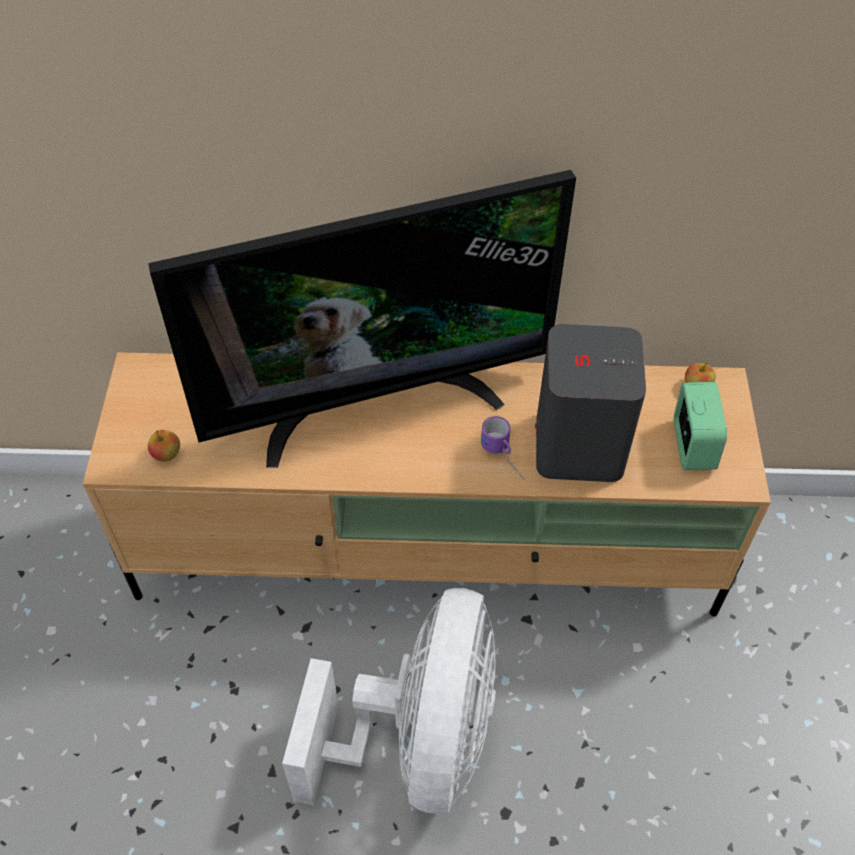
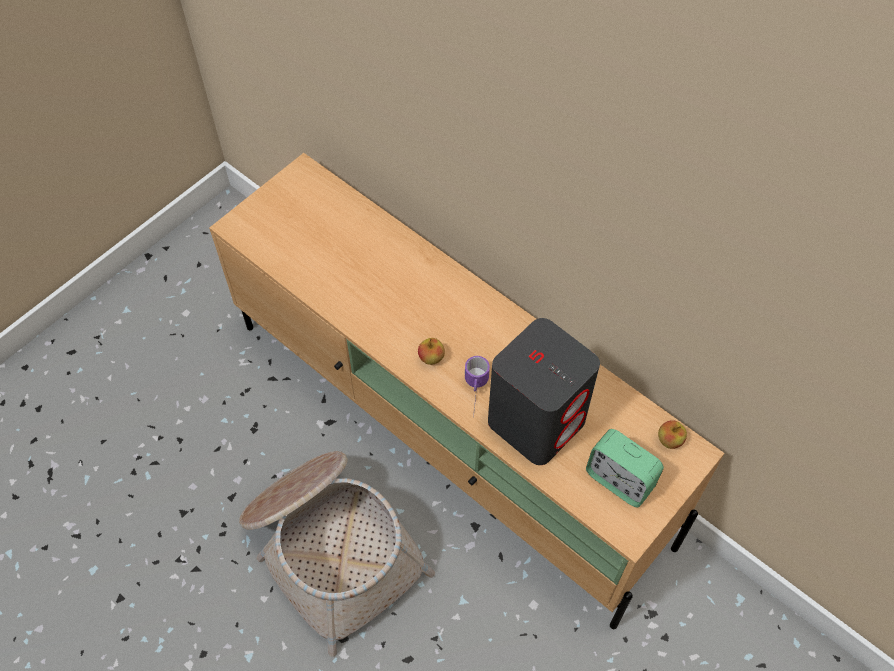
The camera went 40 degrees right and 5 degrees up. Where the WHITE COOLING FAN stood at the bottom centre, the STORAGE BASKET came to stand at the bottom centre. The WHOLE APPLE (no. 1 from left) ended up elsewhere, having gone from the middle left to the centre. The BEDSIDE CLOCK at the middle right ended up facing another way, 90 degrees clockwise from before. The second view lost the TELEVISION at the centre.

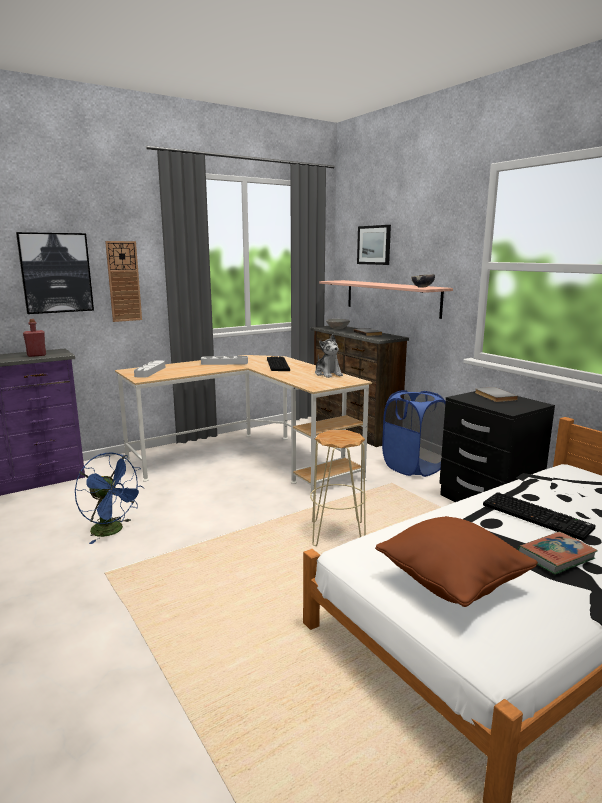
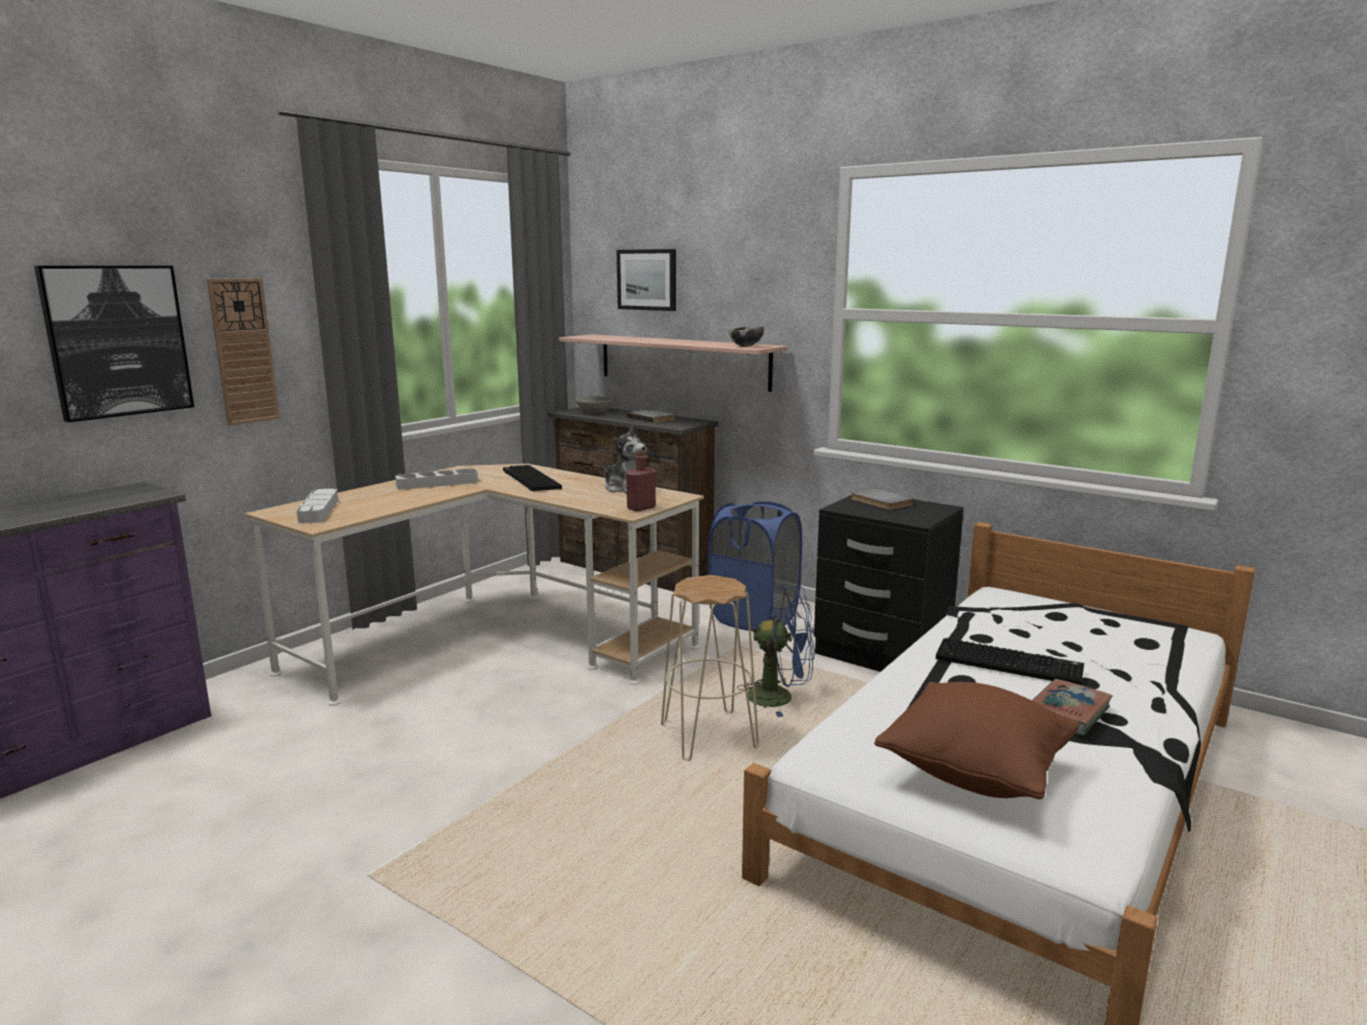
The camera went 20 degrees left and 0 degrees up. The RED-COLOURED DRINK BOTTLE ended up elsewhere, having gone from the middle left to the centre. The BLUE COOLING FAN ended up elsewhere, having gone from the middle left to the centre.

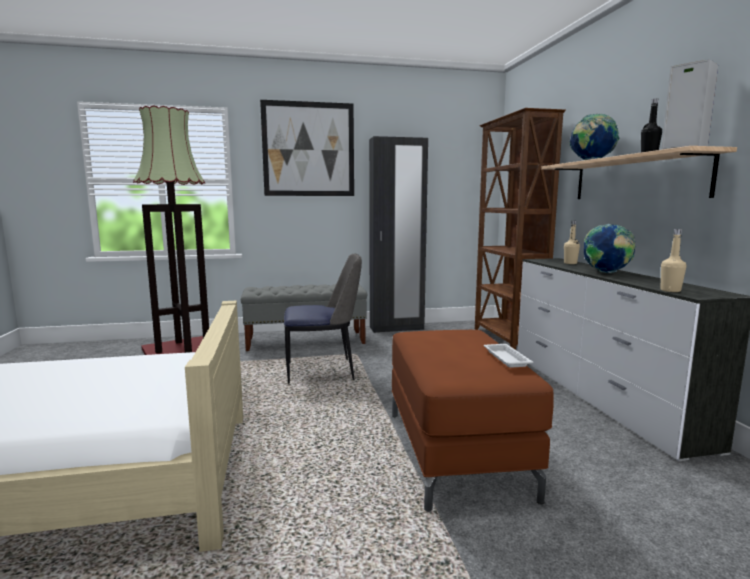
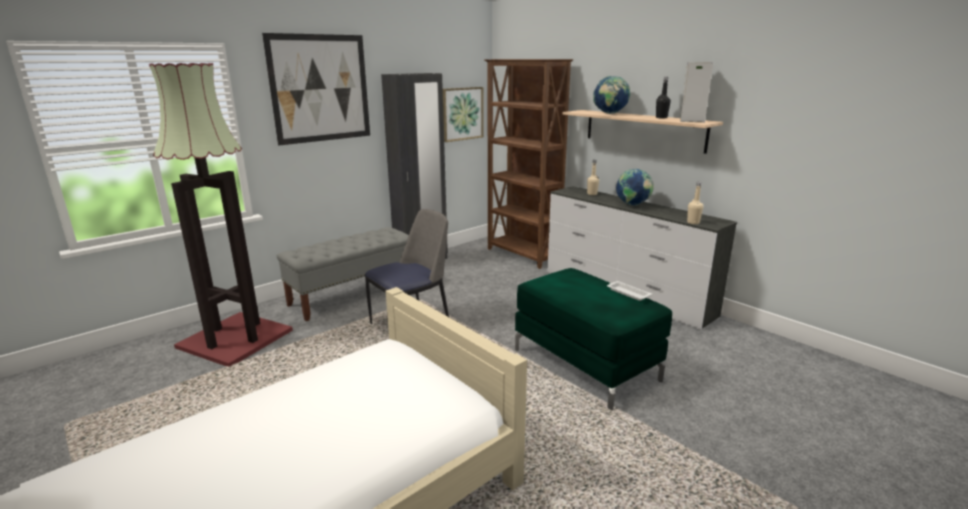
The camera went 30 degrees left and 10 degrees up. The second view gained the WALL ART (no. 2 from left) at the top centre. What was the BROWNISH POUFFE at the bottom centre turned into the GREEN-COLOURED POUFFE at the centre.

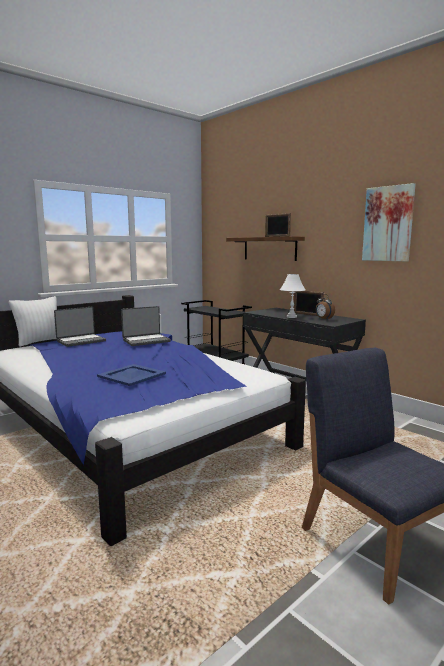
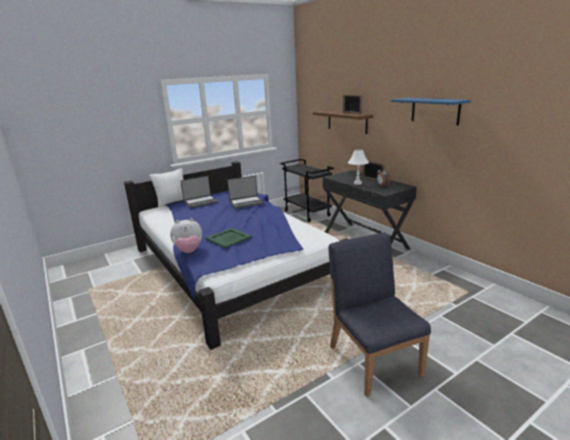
The camera went 10 degrees right and 10 degrees up. The second view gained the CUDDLY TOY at the middle left. What was the BLUE CARRYING TRAY at the middle left turned into the GREEN-COLOURED CARRYING TRAY at the centre. Where the WALL ART hung at the middle right, the BLUE SHELF came to hang at the top right.

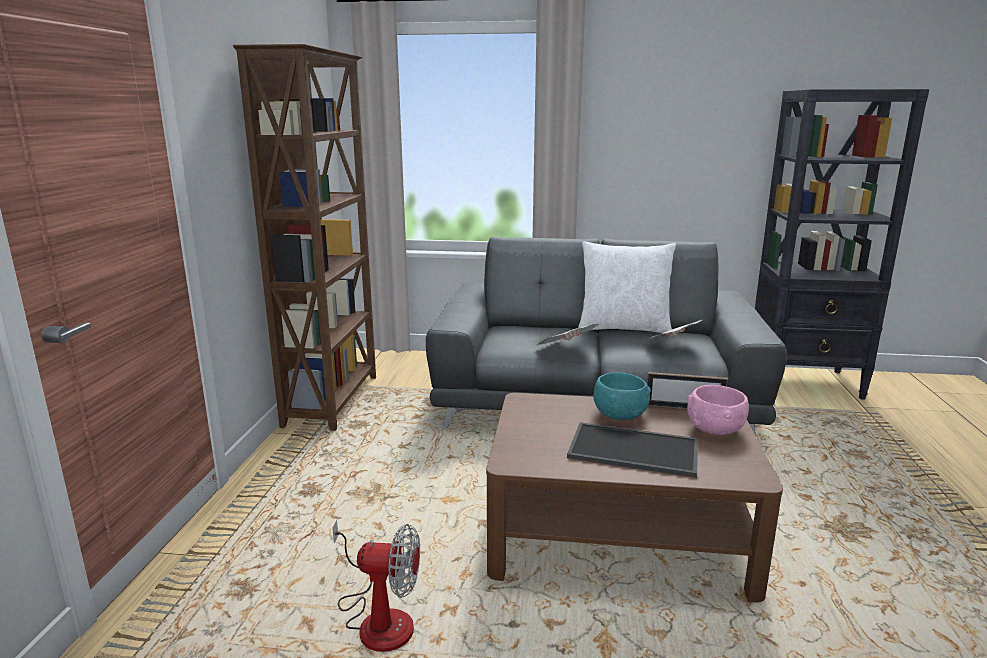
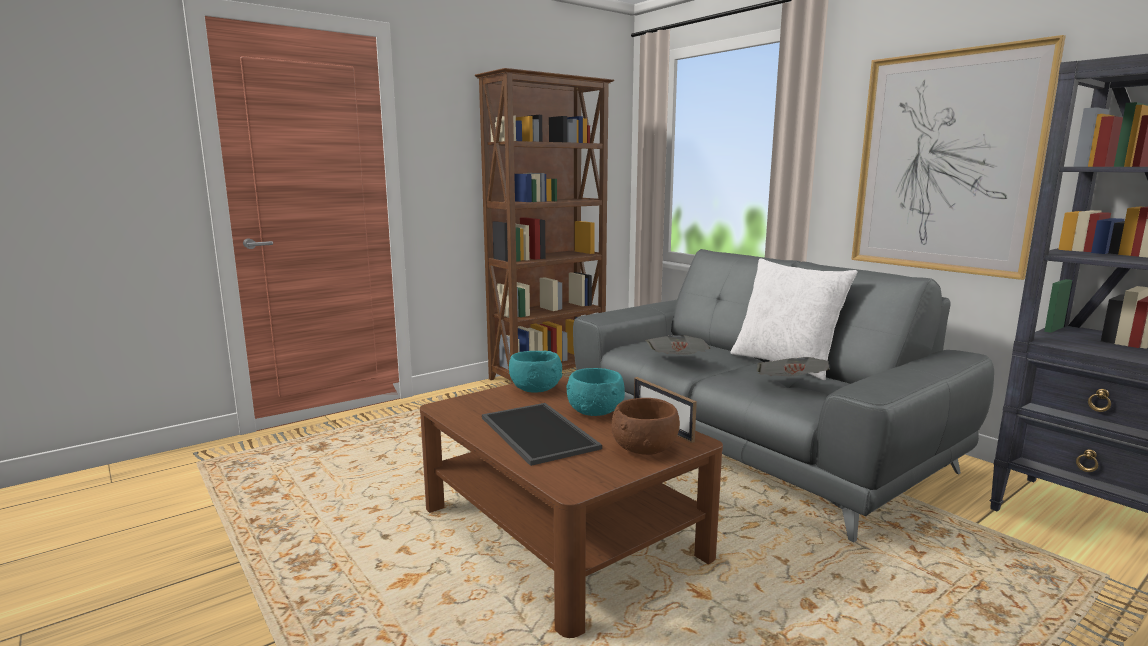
The camera went 45 degrees right and 5 degrees down. The second view gained the BLUE-GREEN SERVING BOWL (no. 1 from left) at the centre. What was the PINK SERVING BOWL at the middle right turned into the BROWNISH SERVING BOWL at the centre. The second view gained the WALL ART at the top right. The second view lost the COOLING FAN at the bottom centre.

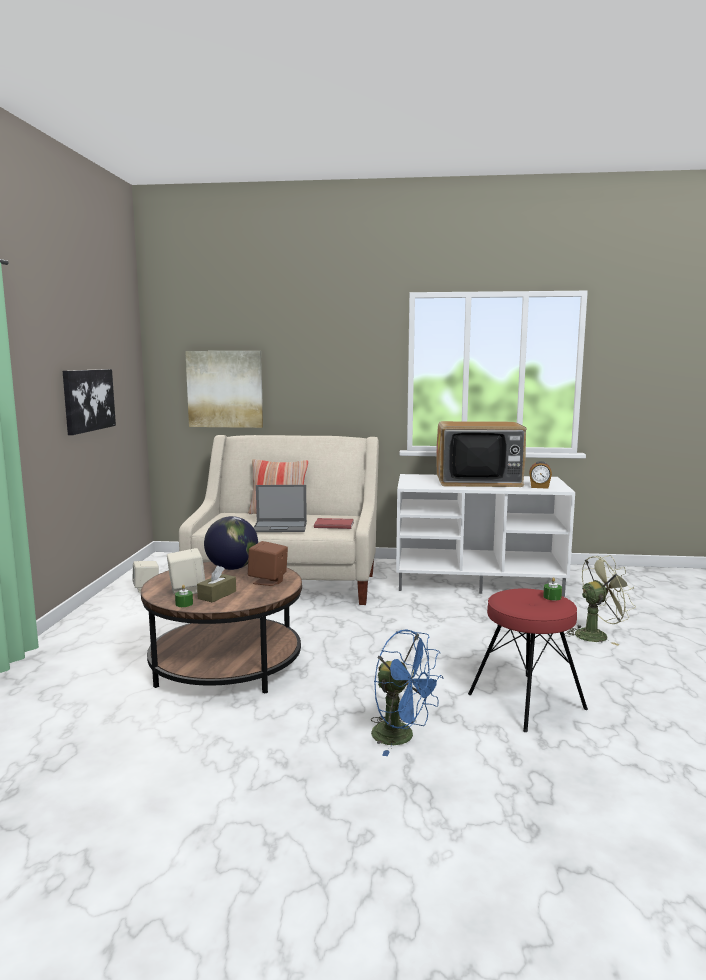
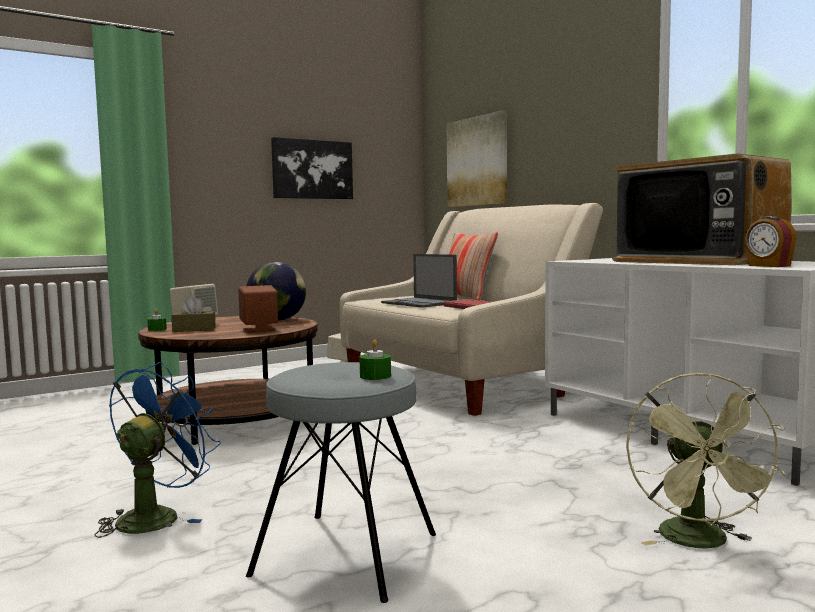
The camera went 50 degrees right and 5 degrees down. The BLUE COOLING FAN at the bottom centre ended up facing another way, 150 degrees counterclockwise from before. What was the RED-COLOURED SITTING STOOL at the bottom right turned into the GREYISH SITTING STOOL at the bottom centre. The GREEN-COLOURED COOLING FAN at the middle right ended up facing another way, 60 degrees clockwise from before.

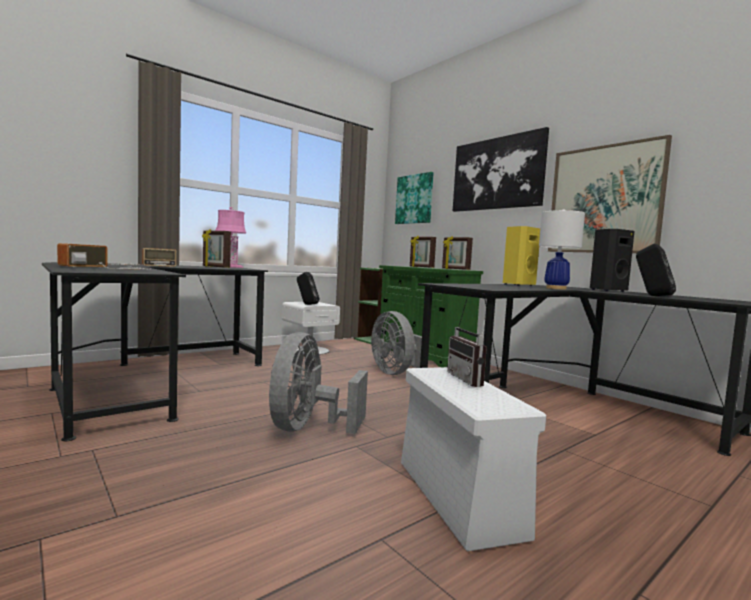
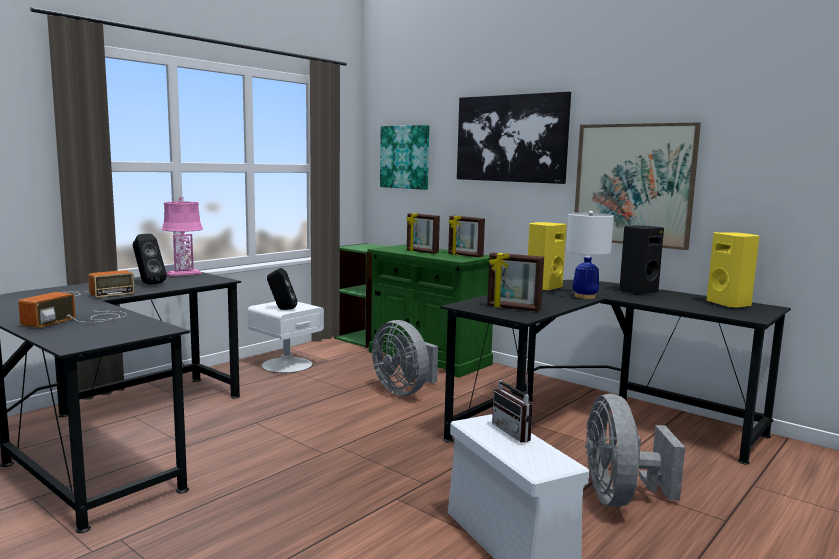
The camera went 10 degrees left and 5 degrees up. The BLACKISH LOUDSPEAKER (no. 3 from left in the first image) ended up elsewhere, having gone from the middle right to the middle left. The PICTURE FRAME (no. 1 from left in the first image) ended up elsewhere, having gone from the middle left to the centre. The GREYISH COOLING FAN (no. 1 from left in the first image) ended up elsewhere, having gone from the centre to the bottom right. The second view gained the YELLOW LOUDSPEAKER (no. 2 from left) at the middle right.

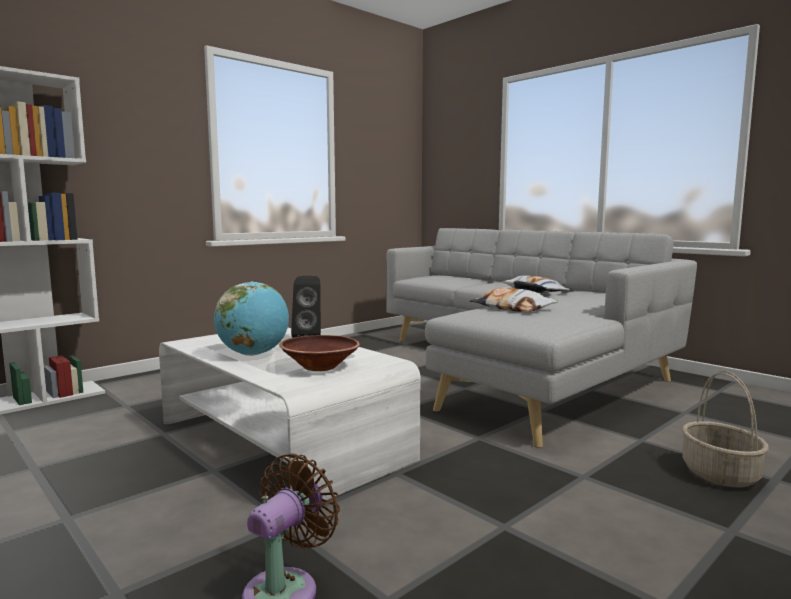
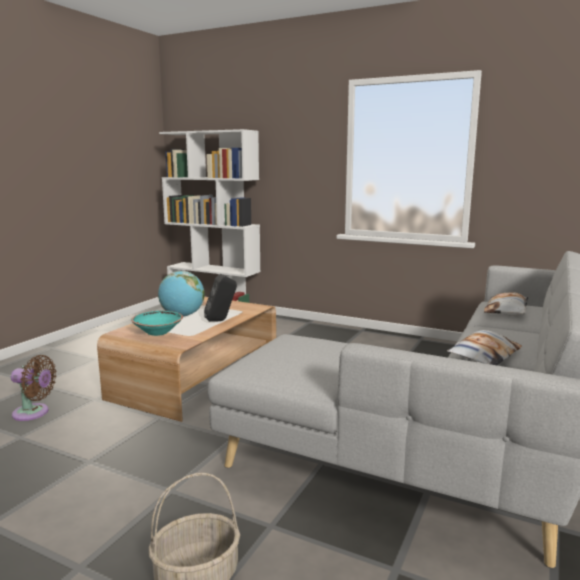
The camera went 70 degrees right and 5 degrees up. What was the WHITE LOW TABLE at the bottom centre turned into the BROWNISH LOW TABLE at the middle left. What was the BROWNISH SERVING BOWL at the centre turned into the BLUE-GREEN SERVING BOWL at the middle left. The THROW PILLOW (no. 1 from left in the first image) ended up elsewhere, having gone from the centre to the middle right.

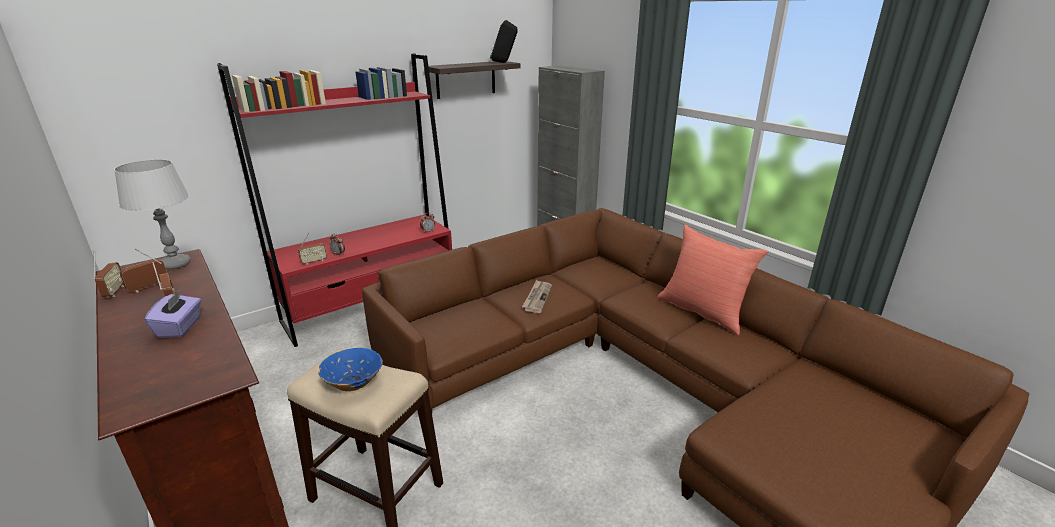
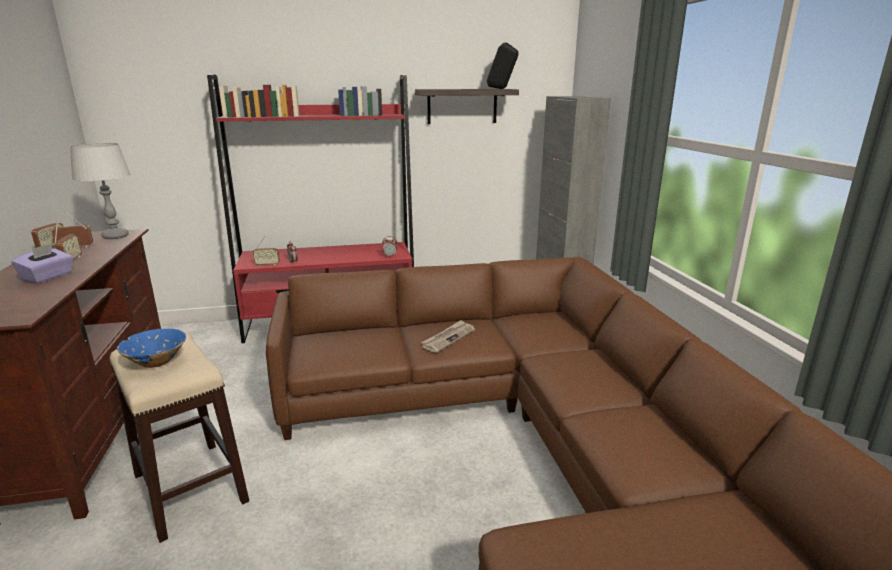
The camera went 25 degrees right and 5 degrees down. The second view lost the RED-COLOURED THROW PILLOW at the middle right.

